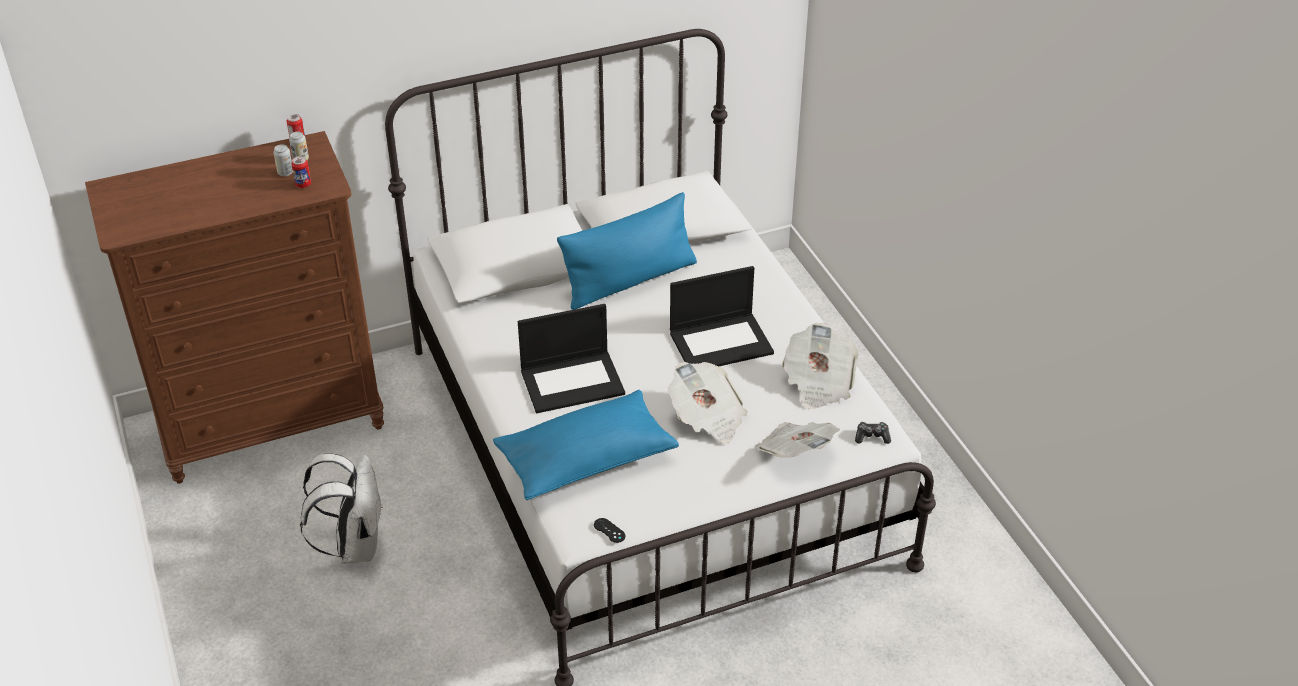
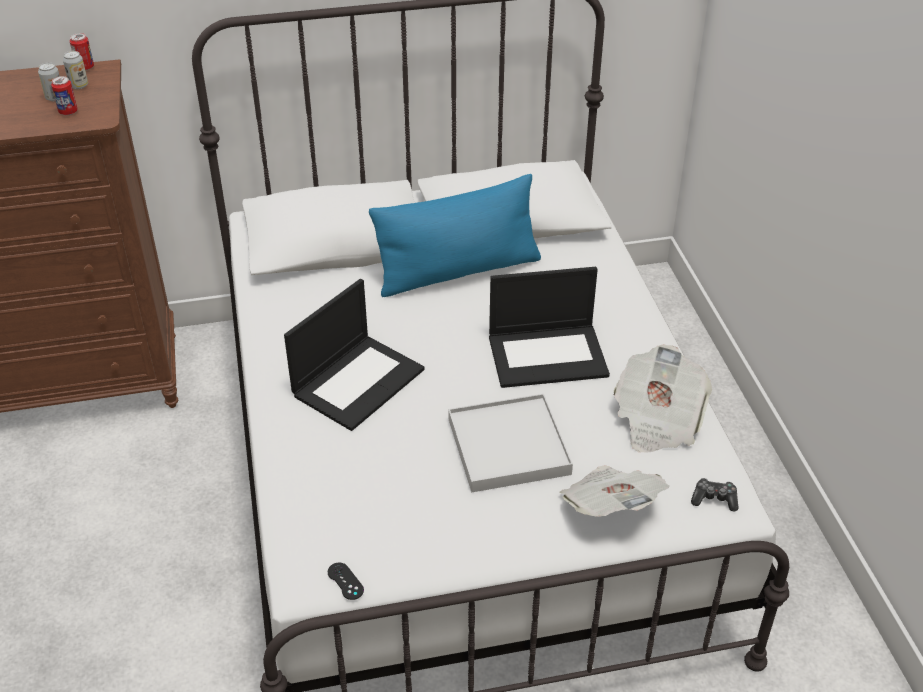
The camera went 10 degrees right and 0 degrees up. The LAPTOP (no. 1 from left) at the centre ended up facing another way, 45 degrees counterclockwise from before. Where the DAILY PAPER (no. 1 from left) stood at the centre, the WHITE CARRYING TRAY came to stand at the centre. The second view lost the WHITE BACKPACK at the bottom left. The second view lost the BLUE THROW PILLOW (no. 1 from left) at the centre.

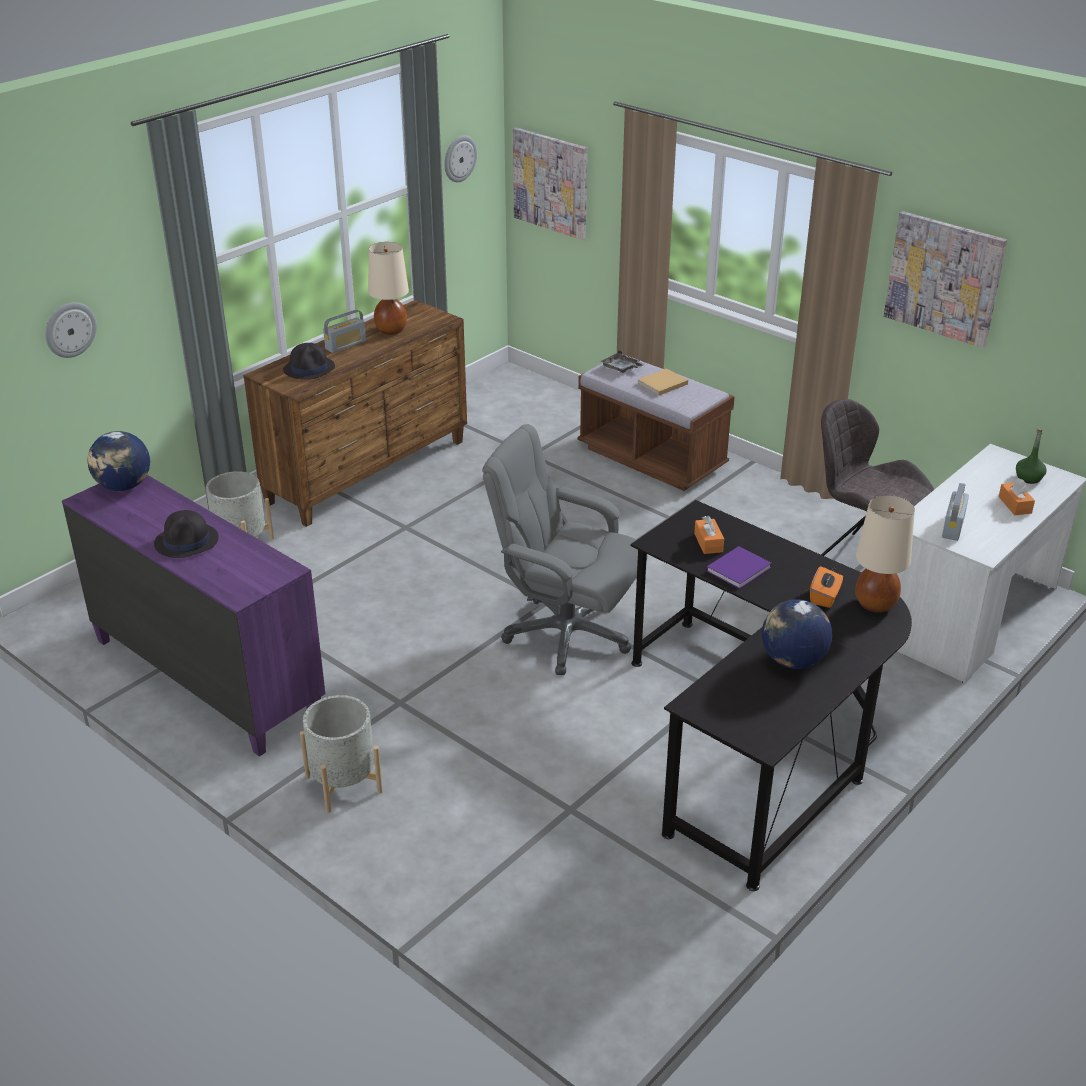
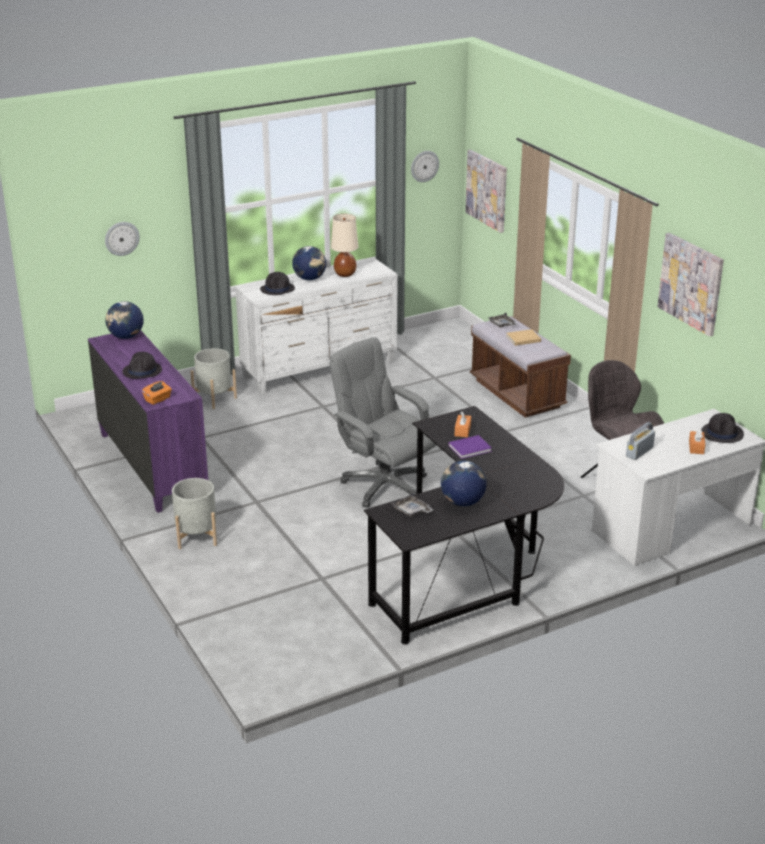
The camera went 20 degrees right and 5 degrees down. The ORANGE-COLOURED BOX OF TISSUES (no. 2 from left in the first image) ended up elsewhere, having gone from the middle right to the middle left. What was the BROWNISH DRAWER CHEST at the middle left turned into the WHITE DRAWER CHEST at the centre. Where the RADIO SET (no. 1 from left) stood at the top left, the GLOBE (no. 2 from left) came to stand at the top centre. The second view gained the GREYISH CARRYING TRAY (no. 1 from left) at the centre. Where the GREEN-COLOURED DRINK BOTTLE stood at the middle right, the BLACKISH WEARABLE HAT (no. 3 from left) came to stand at the middle right. The second view lost the BEIGE-COLOURED LAMP FOR A TABLE (no. 2 from left) at the middle right.

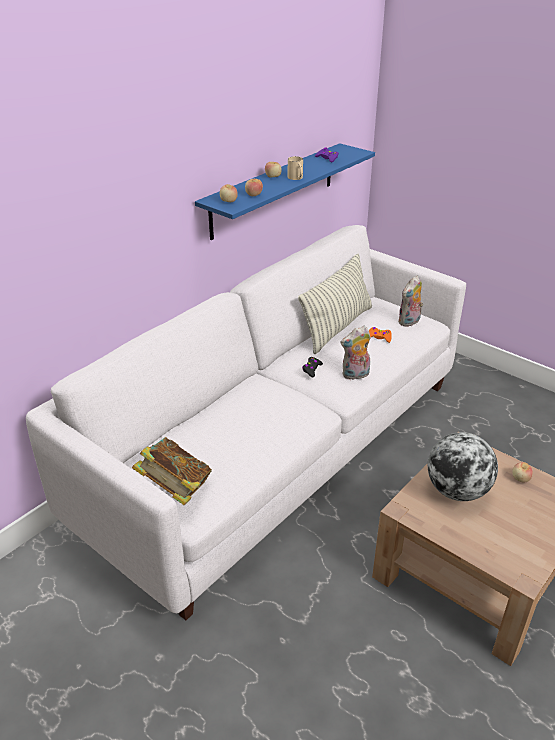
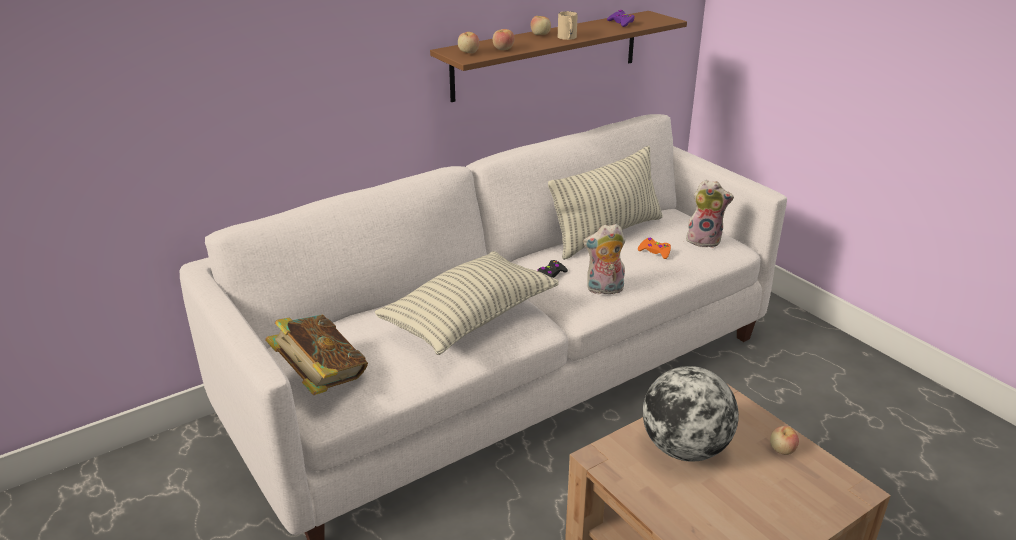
The camera went 15 degrees right and 5 degrees down. The second view gained the THROW PILLOW (no. 1 from left) at the centre. What was the BLUE SHELF at the top centre turned into the BROWNISH SHELF at the top centre. The CUDDLY TOY (no. 2 from left) at the middle right ended up facing another way, 135 degrees counterclockwise from before.

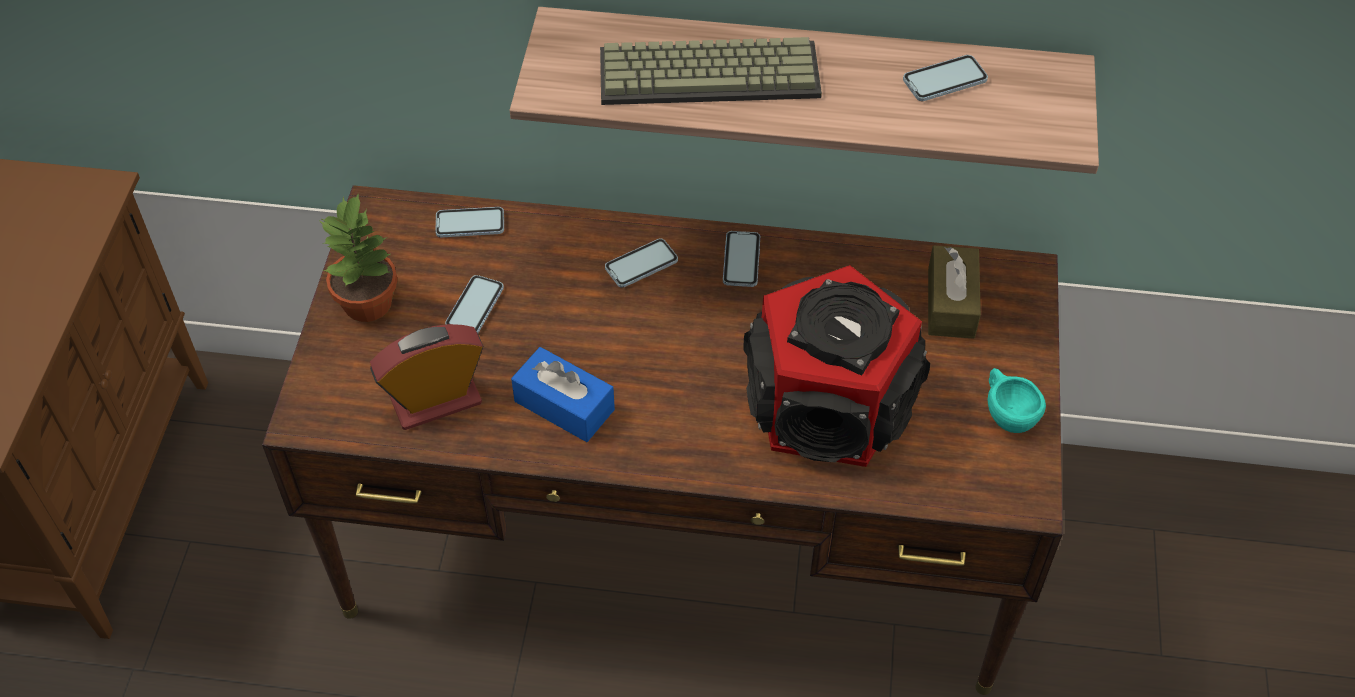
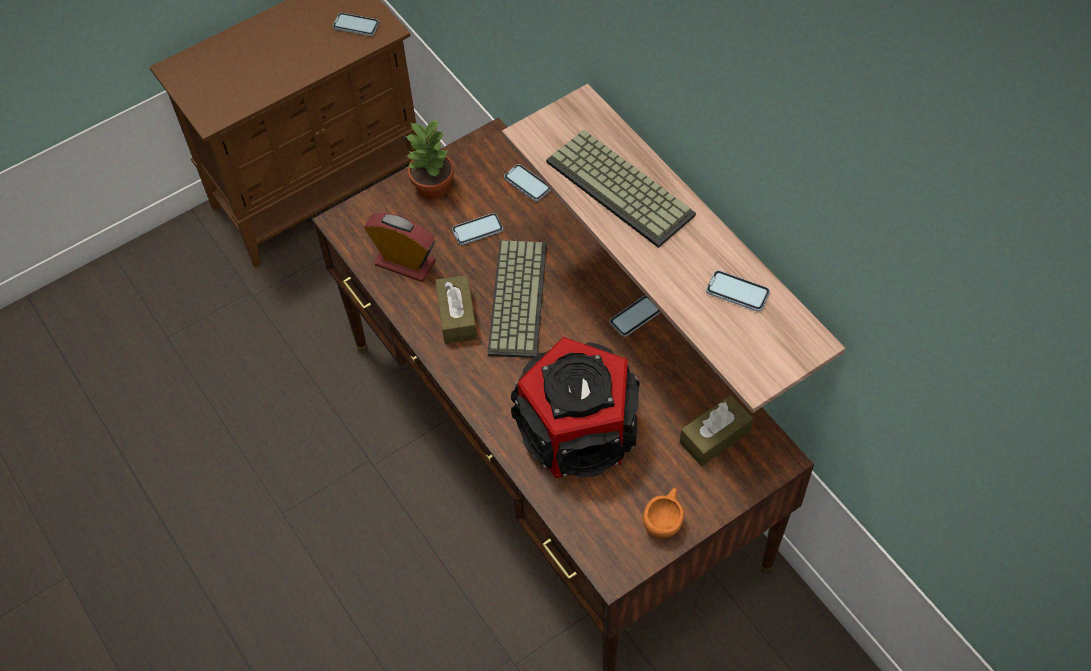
The camera went 50 degrees right and 5 degrees up. The HANDSET (no. 3 from left in the first image) ended up elsewhere, having gone from the centre to the top left. What was the BLUE BOX OF TISSUES at the centre turned into the BROWNISH BOX OF TISSUES (no. 1 from left) at the centre. The second view gained the PC KEYBOARD (no. 1 from left) at the centre. What was the BLUE-GREEN SMALL CUP at the middle right turned into the ORANGE-COLOURED SMALL CUP at the bottom centre.

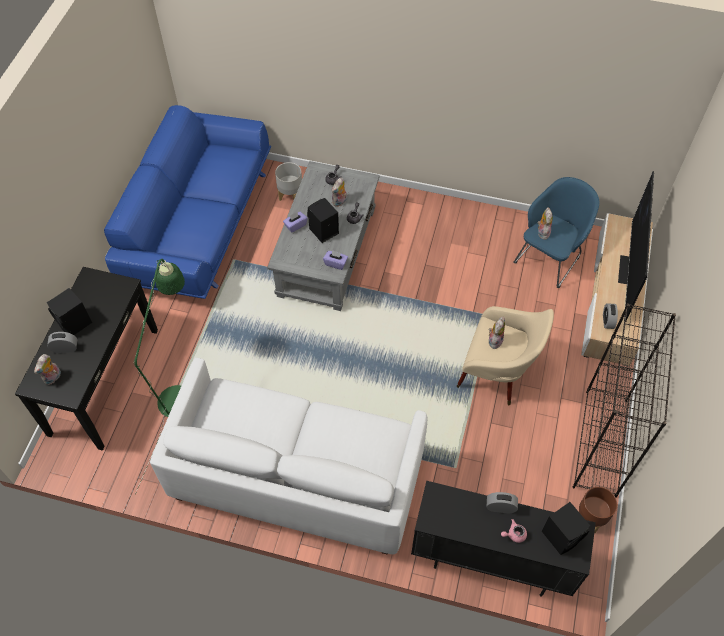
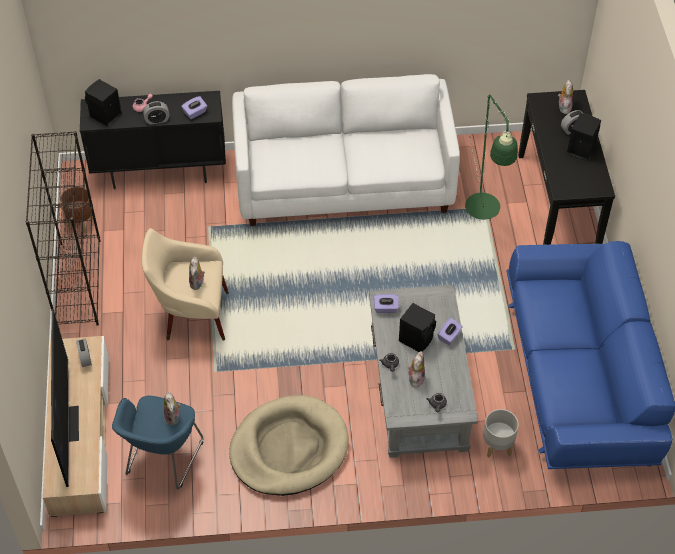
The camera went 160 degrees right and 5 degrees down. The second view gained the PURPLISH BOX OF TISSUES (no. 1 from left) at the top left. The second view gained the BEIGE-COLOURED PET BED at the bottom centre.

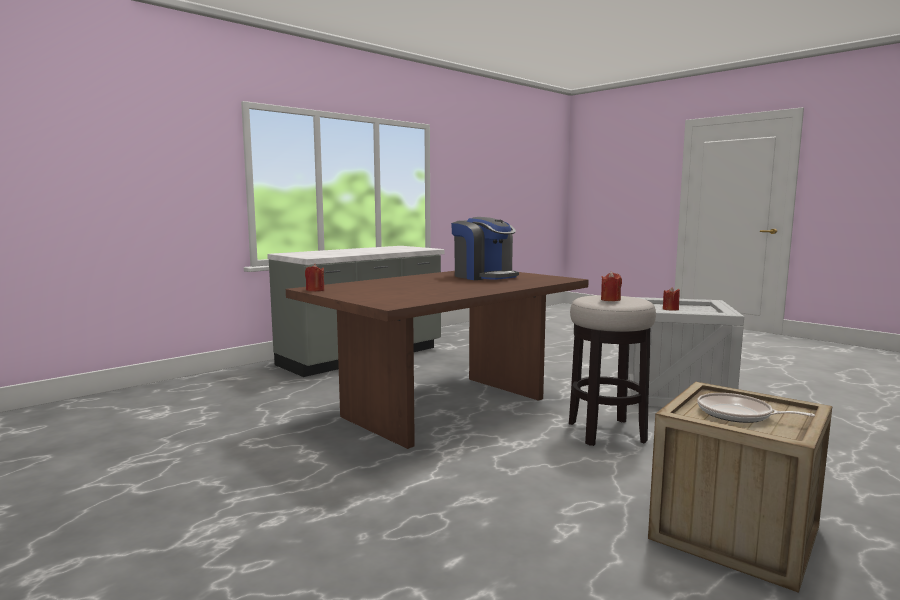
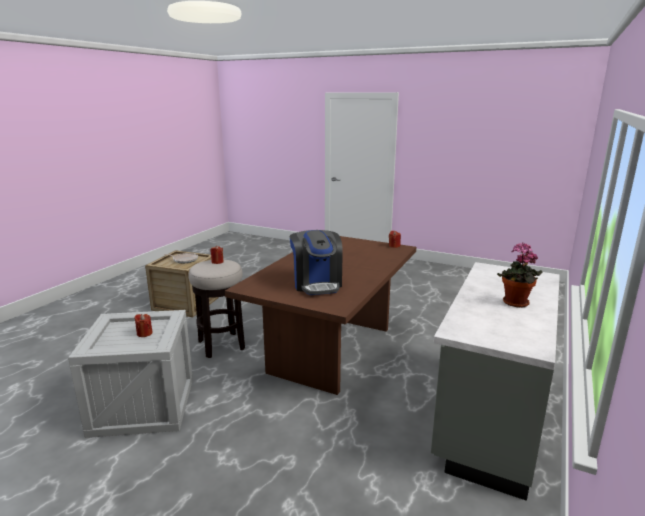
The camera went 160 degrees right and 10 degrees up. The COFFEE MACHINE at the centre ended up facing another way, 135 degrees counterclockwise from before. The second view gained the PLANT IN A POT at the middle right.

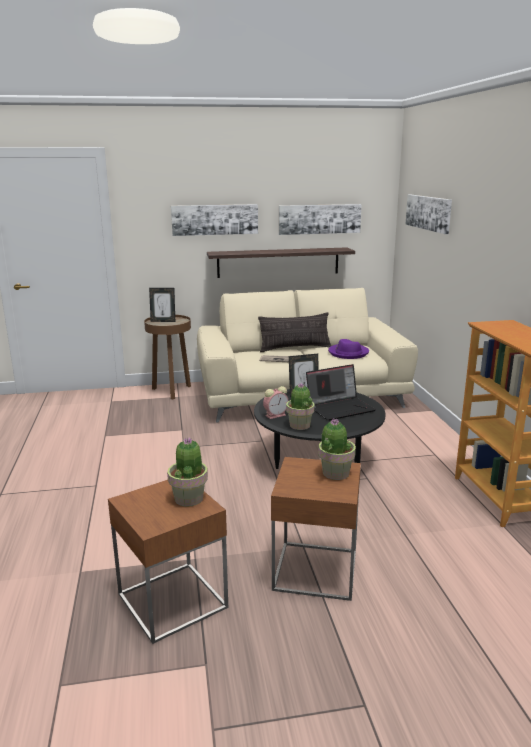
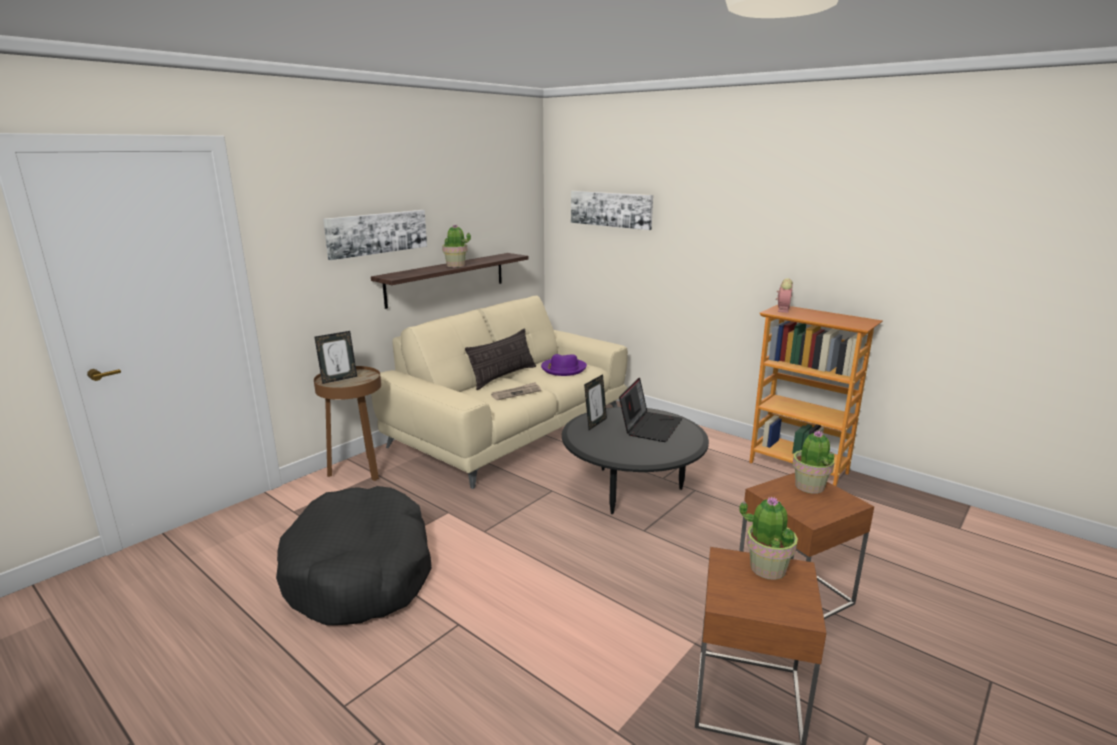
The camera went 40 degrees left and 0 degrees up. The second view gained the BLACKISH PET BED at the bottom left. The PLANT IN A POT (no. 2 from left in the first image) ended up elsewhere, having gone from the centre to the top centre. The BEDSIDE CLOCK ended up elsewhere, having gone from the centre to the middle right. The second view lost the WALL ART (no. 2 from left) at the top centre.

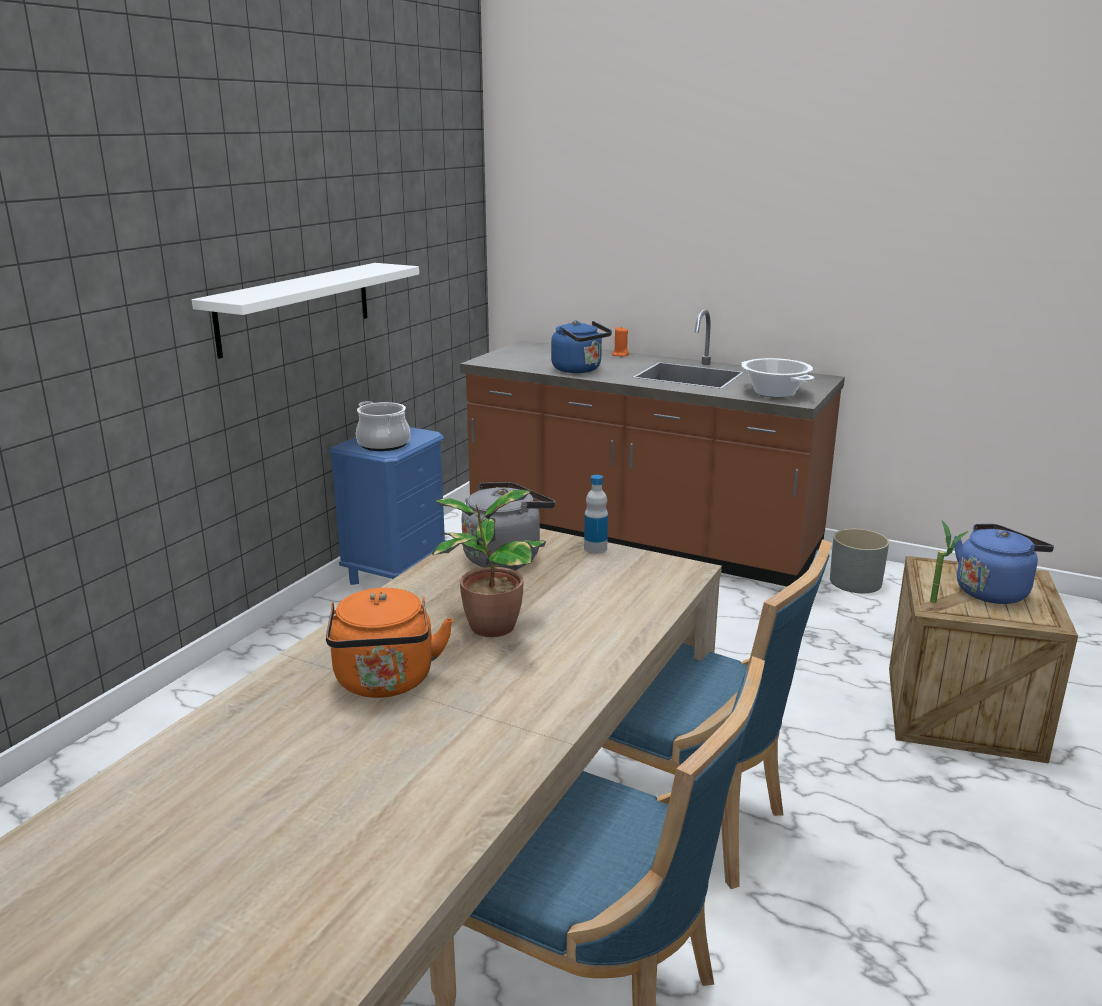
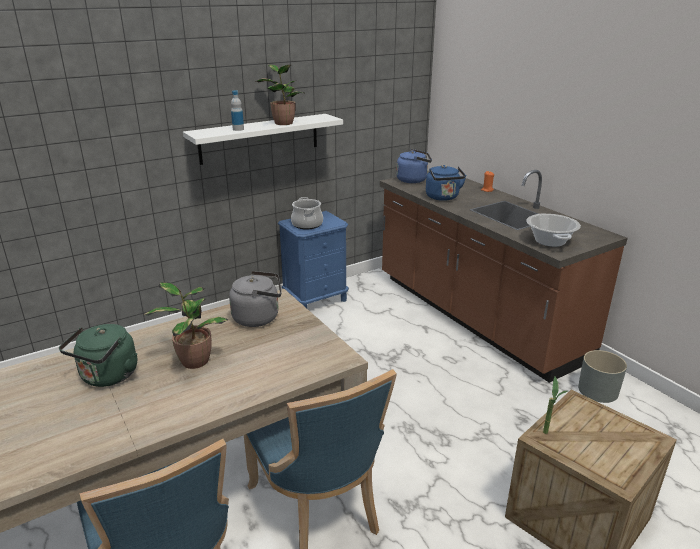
The camera went 30 degrees right and 5 degrees up. What was the ORANGE-COLOURED TEA KETTLE at the centre turned into the GREEN-COLOURED TEA KETTLE at the middle left. The DRINK BOTTLE ended up elsewhere, having gone from the centre to the top centre. The second view gained the PLANT IN A POT (no. 2 from left) at the top centre. The BLUE TEA KETTLE (no. 2 from left in the first image) ended up elsewhere, having gone from the middle right to the top centre.

